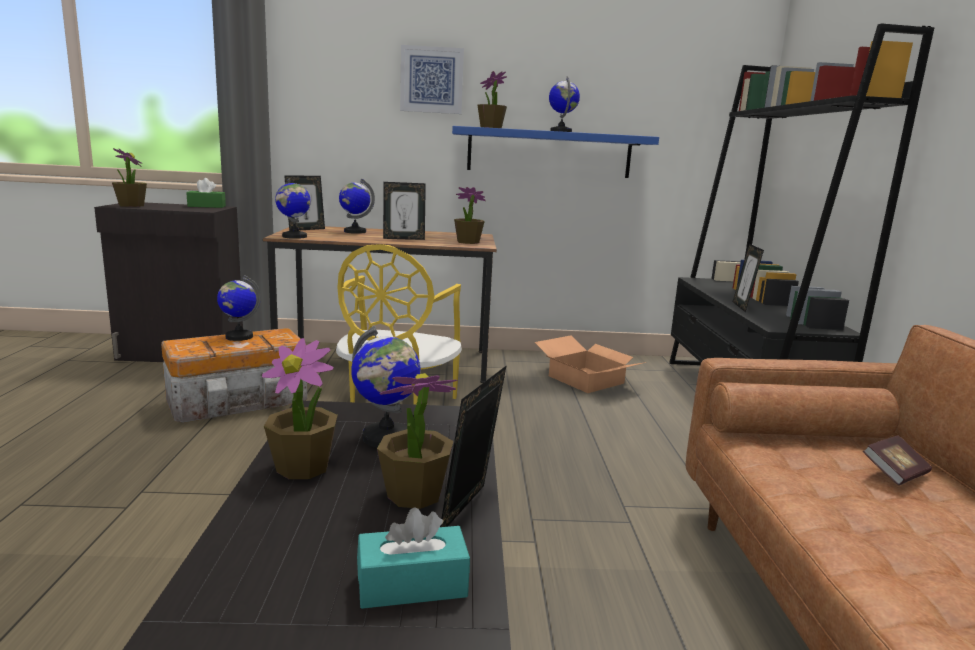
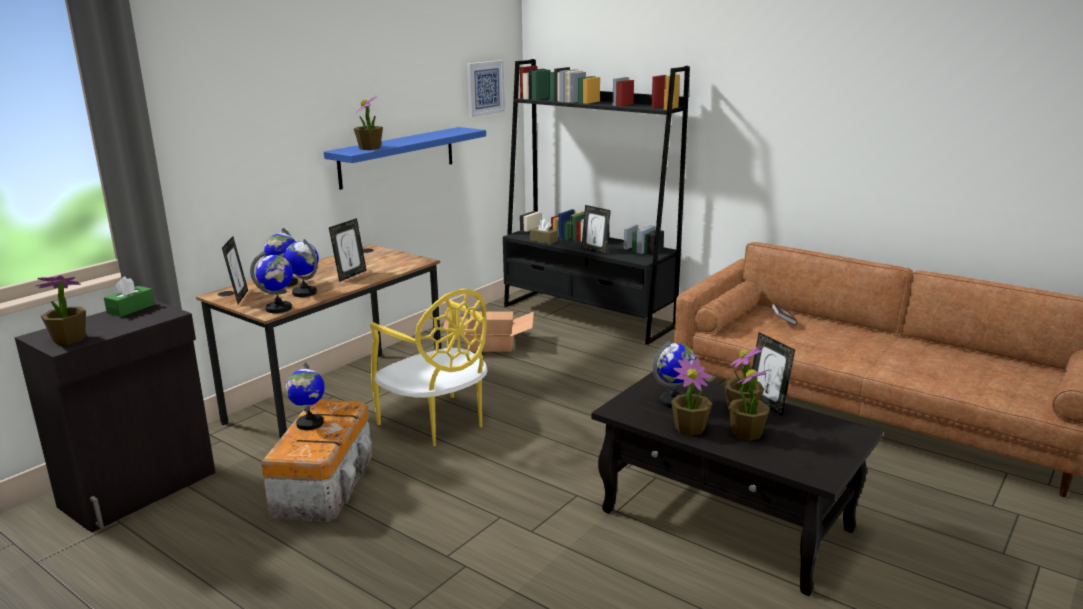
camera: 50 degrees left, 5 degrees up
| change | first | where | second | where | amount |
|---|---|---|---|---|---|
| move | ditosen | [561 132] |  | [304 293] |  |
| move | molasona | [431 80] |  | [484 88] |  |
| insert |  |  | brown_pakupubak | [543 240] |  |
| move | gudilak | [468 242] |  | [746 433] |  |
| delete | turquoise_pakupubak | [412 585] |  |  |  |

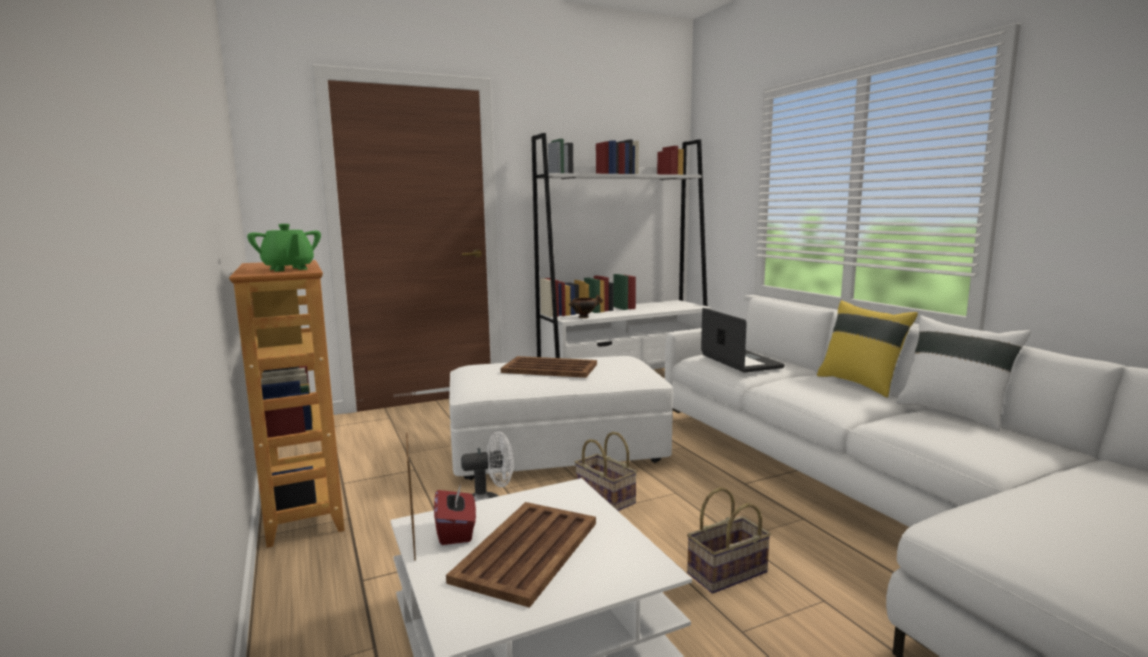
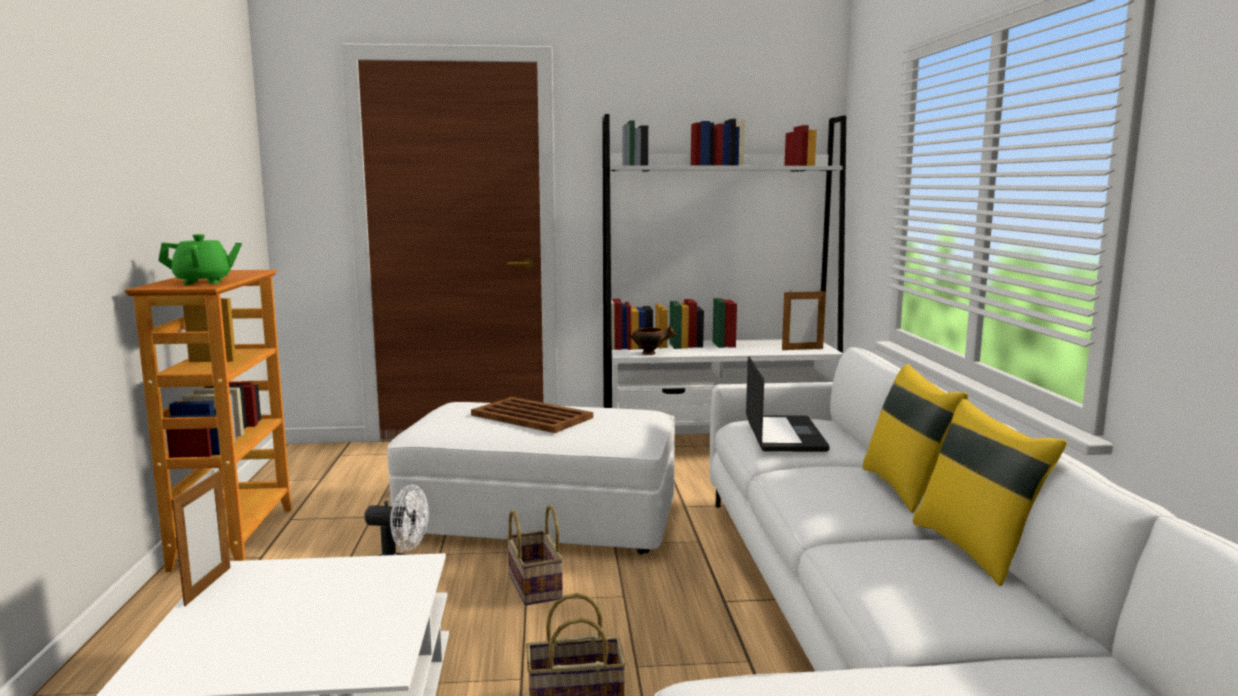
camera: 20 degrees right, 0 degrees up
| change | first | where | second | where | amount |
|---|---|---|---|---|---|
| rotate | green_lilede | [288 269] |  | [203 282] | 90 degrees counterclockwise |
| insert |  |  | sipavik | [802 349] |  |
| recolor | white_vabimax | [953 413] | yellow_vabimax | [977 550] |  |
| delete | red_pakupubak | [456 531] |  |  |  |
| delete | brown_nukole | [528 550] |  |  |  |

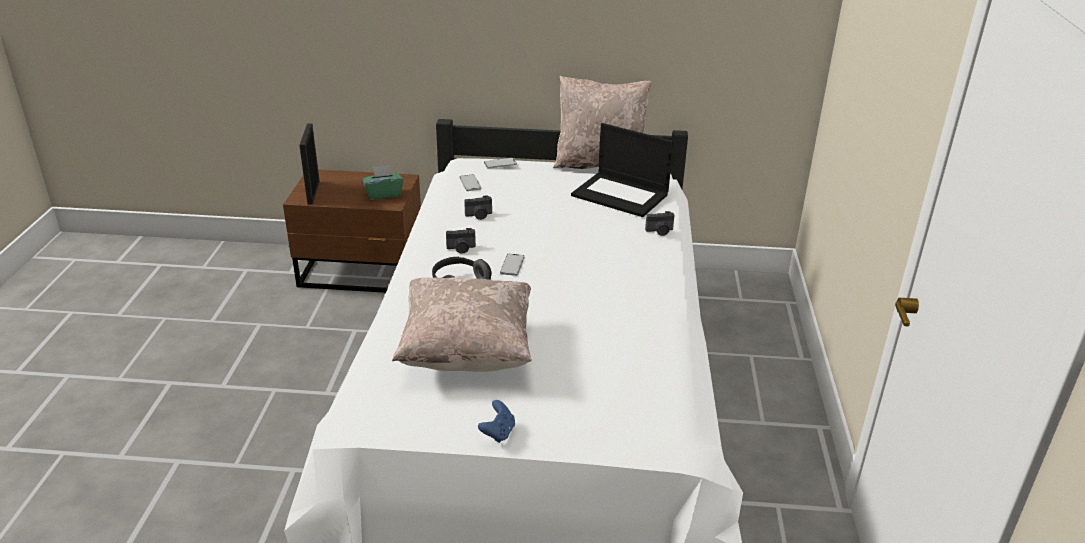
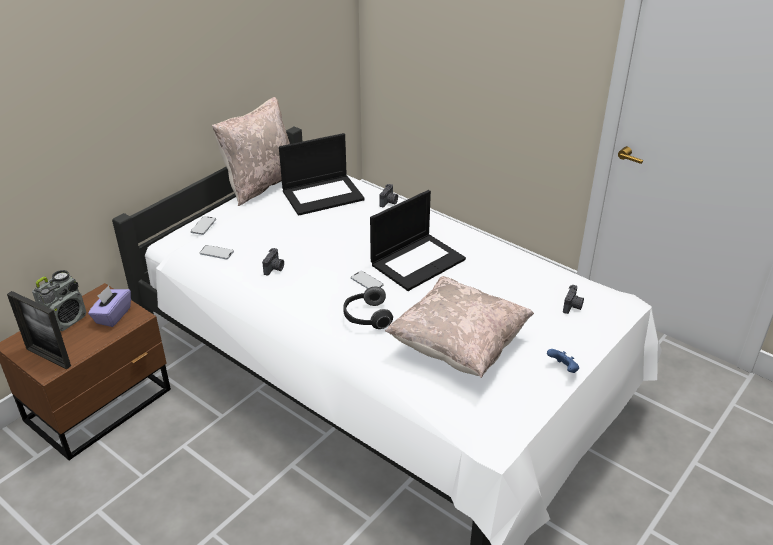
camera: 55 degrees left, 5 degrees up
| change | first | where | second | where | amount |
|---|---|---|---|---|---|
| insert |  |  | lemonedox | [66 320] |  |
| recolor | green_pakupubak | [383 194] | purple_pakupubak | [112 315] |  |
| insert |  |  | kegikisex | [418 261] |  |
| move | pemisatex | [461 249] |  | [572 306] |  |

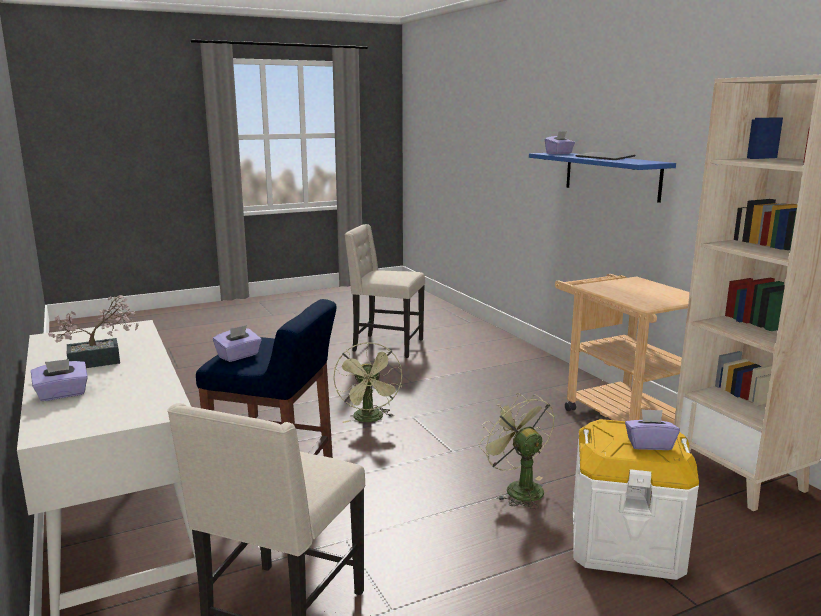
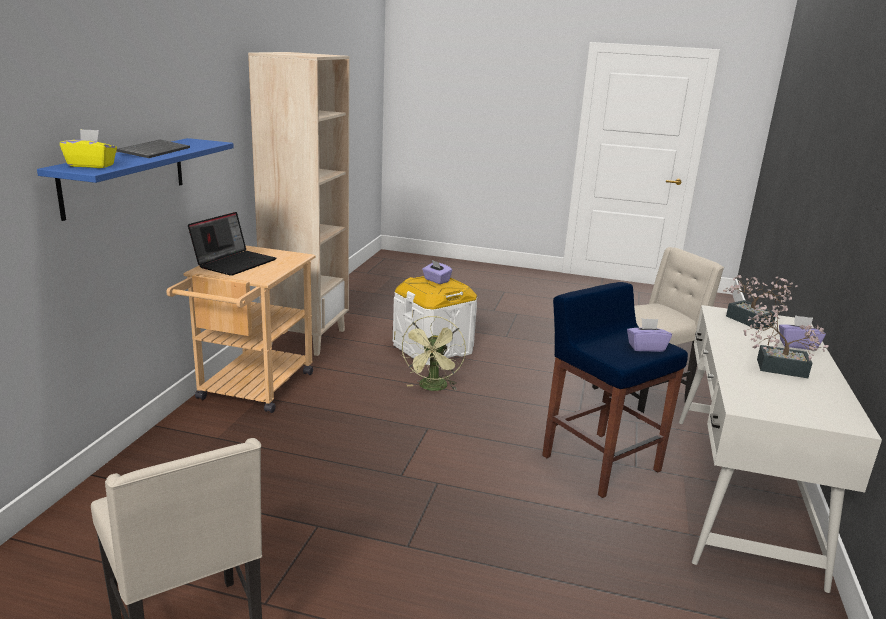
camera: 140 degrees left, 5 degrees up
| change | first | where | second | where | amount |
|---|---|---|---|---|---|
| recolor | purple_pakupubak | [559 153] | yellow_pakupubak | [91 165] |  |
| insert |  |  | kegikisex | [235 262] |  |
| insert |  |  | gudilak | [753 323] |  |
| delete | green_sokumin | [370 419] |  |  |  |

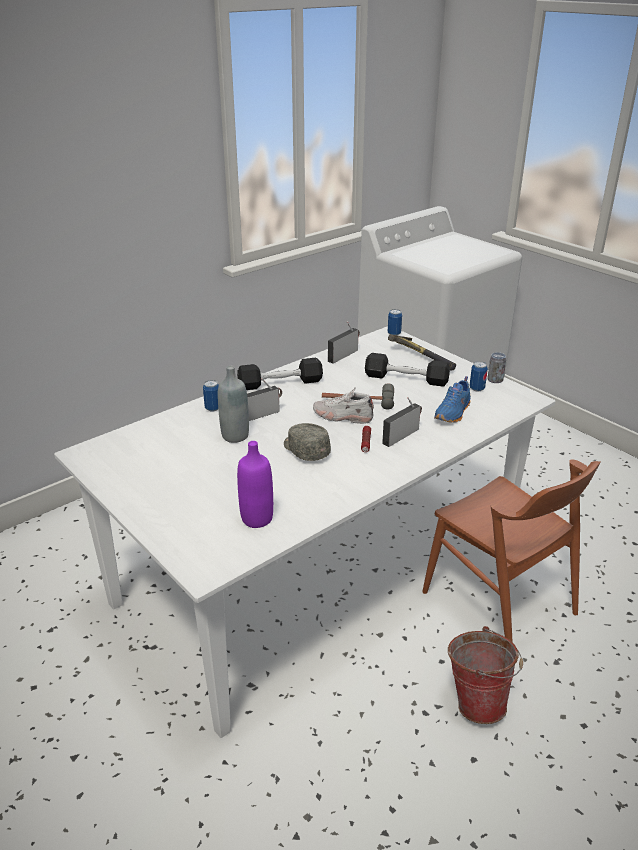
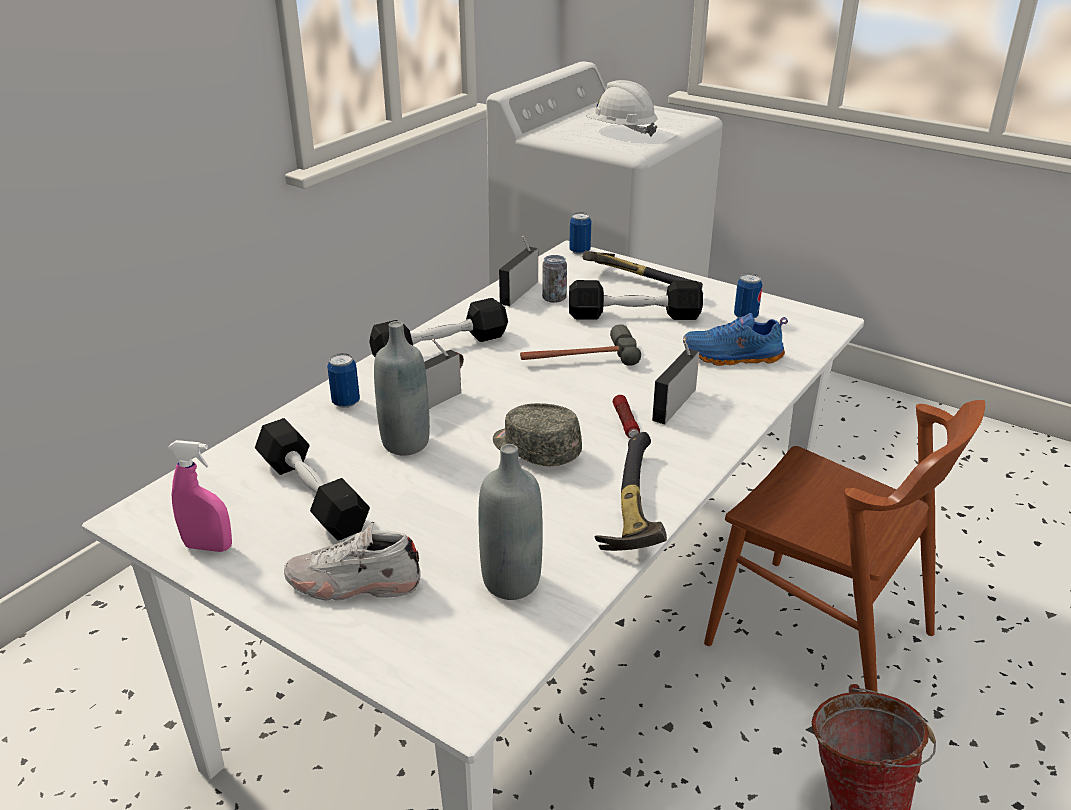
camera: 15 degrees left, 0 degrees up
| change | first | where | second | where | amount |
|---|---|---|---|---|---|
| insert |  |  | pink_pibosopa | [208 546] |  |
| insert |  |  | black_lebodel | [312 495] |  |
| move | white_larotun | [342 416] |  | [353 584] |  |
| recolor | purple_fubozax | [257 519] | grey_fubozax | [511 582] |  |
| move | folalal | [495 380] |  | [554 298] |  |
| insert |  |  | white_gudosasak | [621 131] |  |
| insert |  |  | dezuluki | [629 507] |  |
| rotate | blue_larotun | [453 413] |  | [732 357] | 75 degrees clockwise |

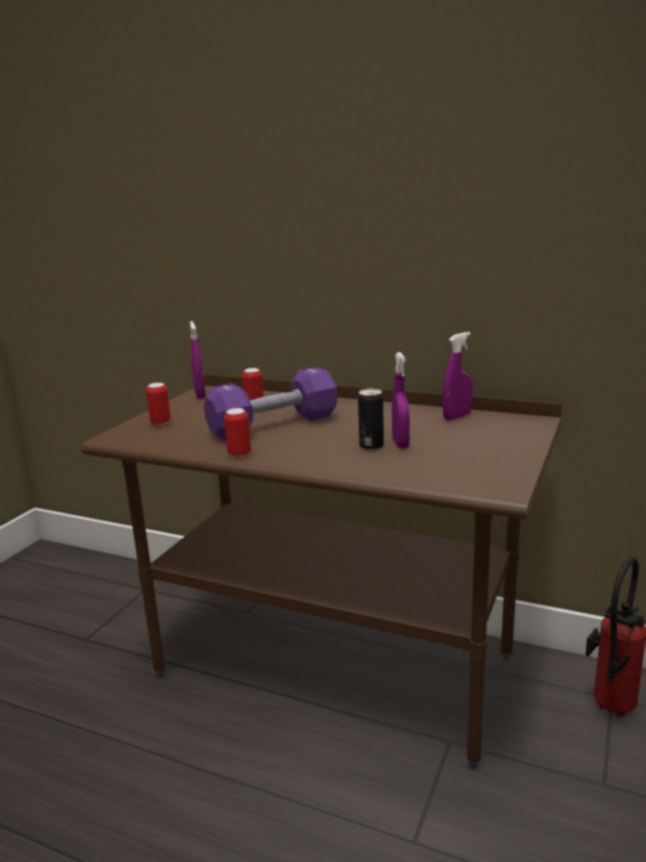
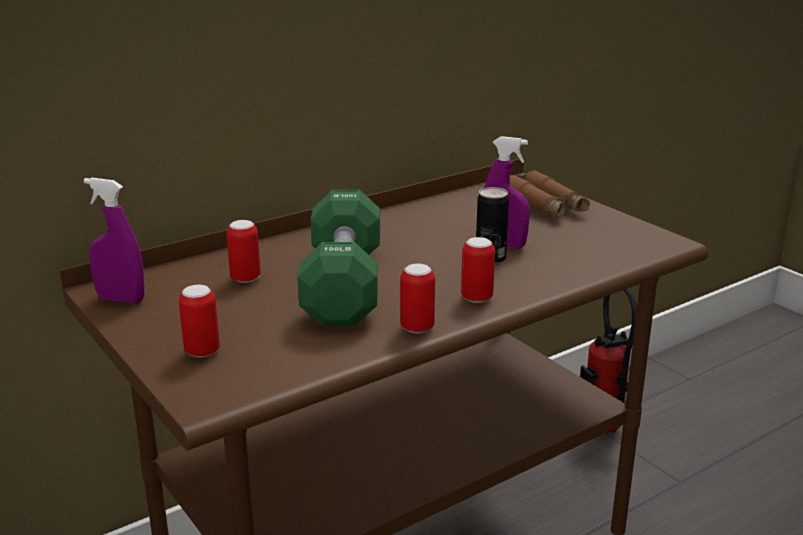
camera: 60 degrees left, 5 degrees up
| change | first | where | second | where | amount |
|---|---|---|---|---|---|
| recolor | purple_lebodel | [274 425] | green_lebodel | [343 285] |  |
| insert |  |  | folalal | [476 298] |  |
| insert |  |  | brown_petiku | [545 207] |  |
| delete | purple_pibosopa | [457 417] |  |  |  |

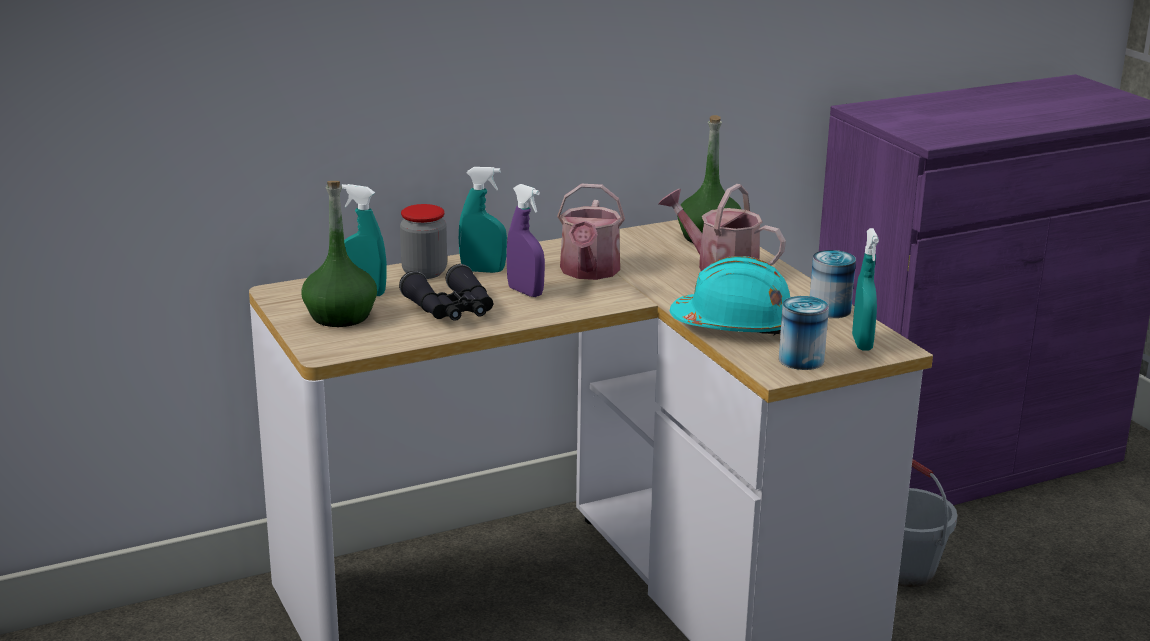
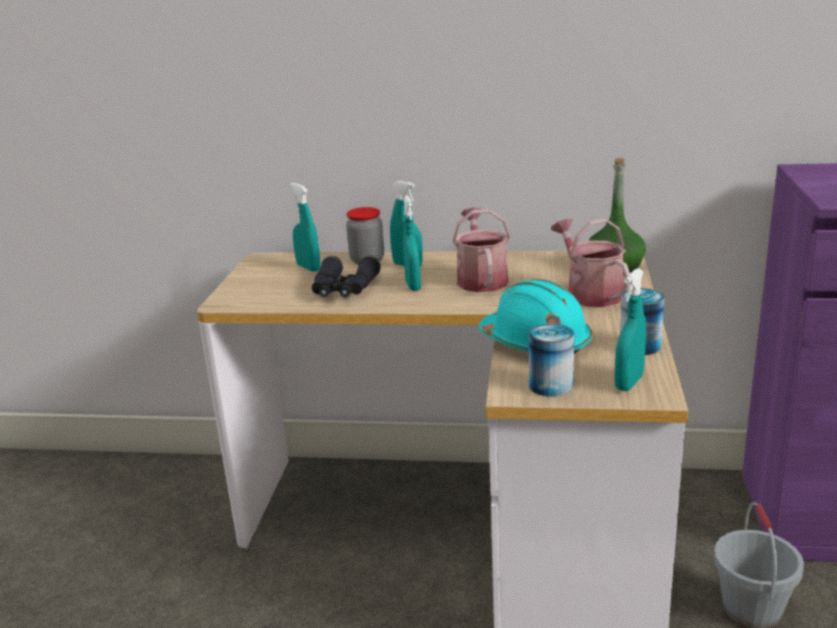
camera: 35 degrees right, 0 degrees up
| change | first | where | second | where | amount |
|---|---|---|---|---|---|
| recolor | purple_pibosopa | [525 292] | turquoise_pibosopa | [413 286] |  |
| rotate | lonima | [589 272] |  | [481 279] | 135 degrees clockwise |
| delete | green_fubozax | [340 316] |  |  |  |

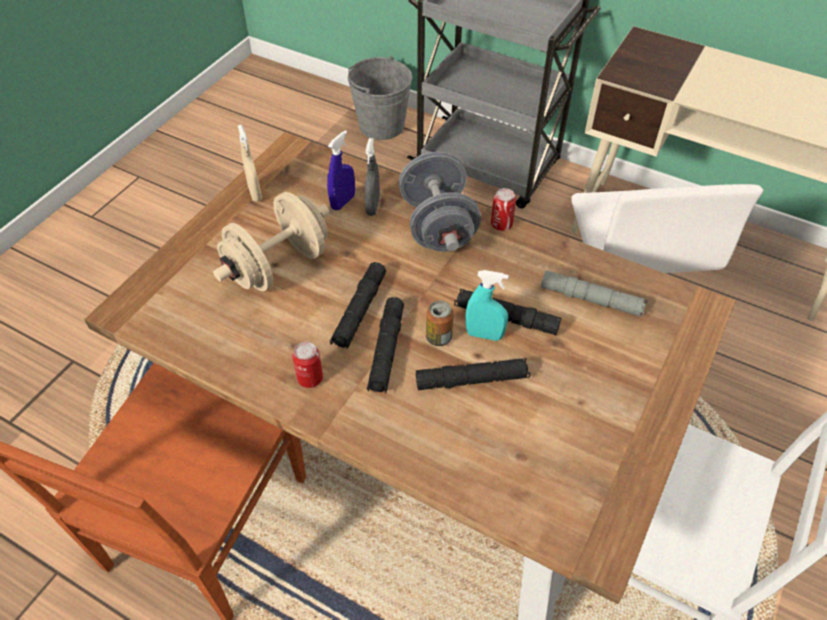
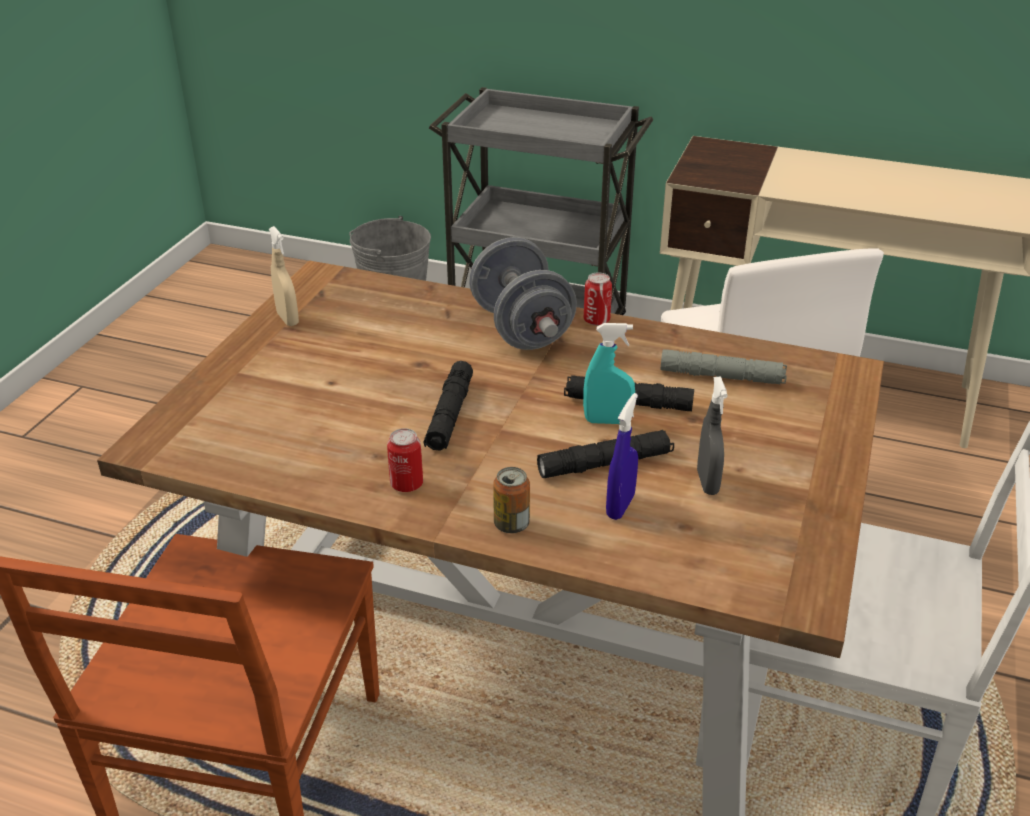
camera: 10 degrees left, 15 degrees down
| change | first | where | second | where | amount |
|---|---|---|---|---|---|
| move | folalal | [439 337] |  | [511 524] |  |
| move | blue_pibosopa | [343 202] |  | [620 506] |  |
| move | grey_pibosopa | [373 206] |  | [707 482] |  |
| delete | beige_lebodel | [278 266] |  |  |  |
| delete | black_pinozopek | [386 350] |  |  |  |

